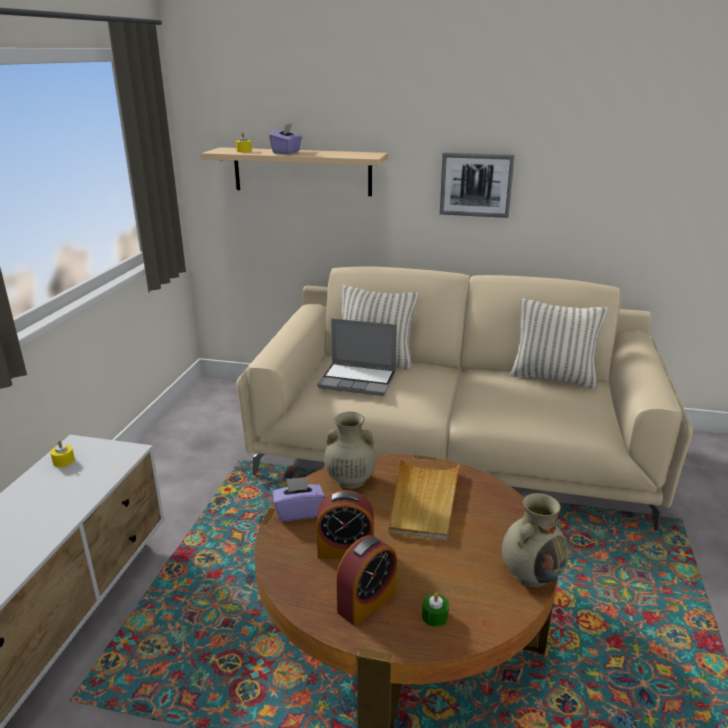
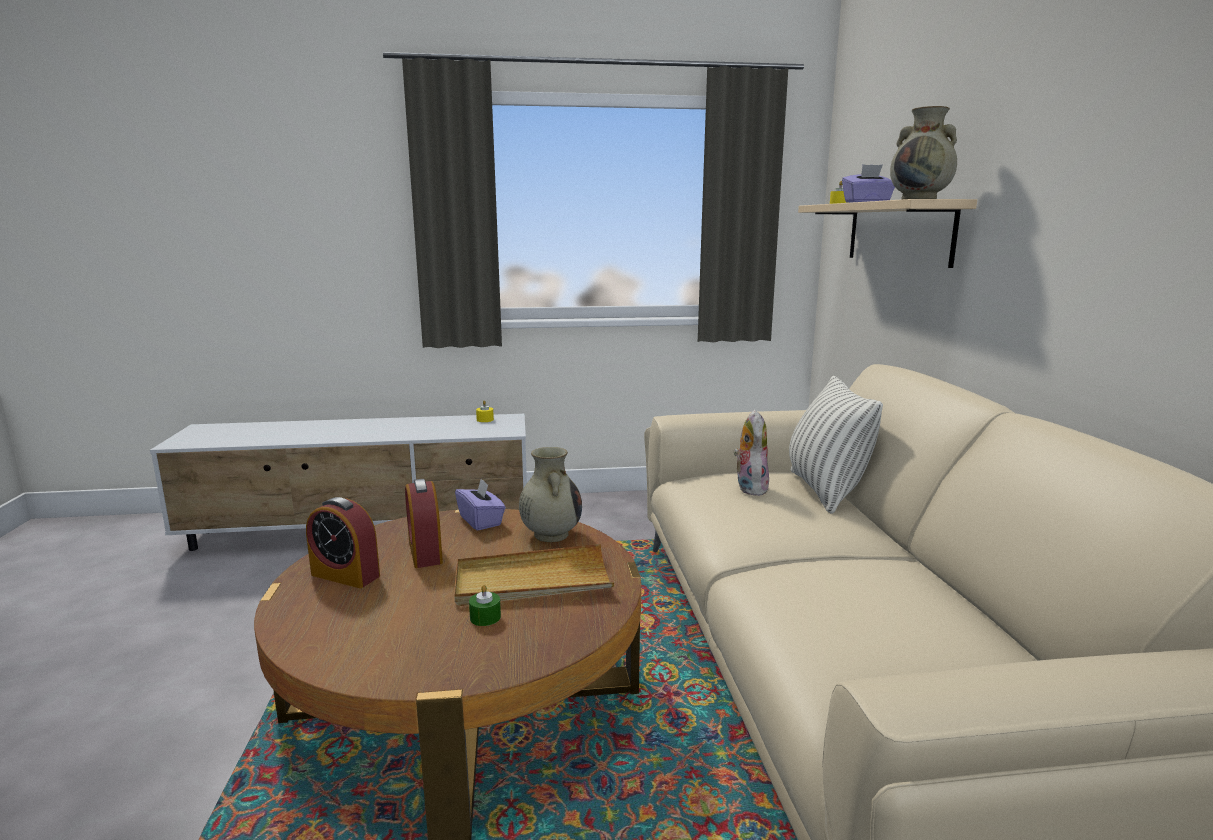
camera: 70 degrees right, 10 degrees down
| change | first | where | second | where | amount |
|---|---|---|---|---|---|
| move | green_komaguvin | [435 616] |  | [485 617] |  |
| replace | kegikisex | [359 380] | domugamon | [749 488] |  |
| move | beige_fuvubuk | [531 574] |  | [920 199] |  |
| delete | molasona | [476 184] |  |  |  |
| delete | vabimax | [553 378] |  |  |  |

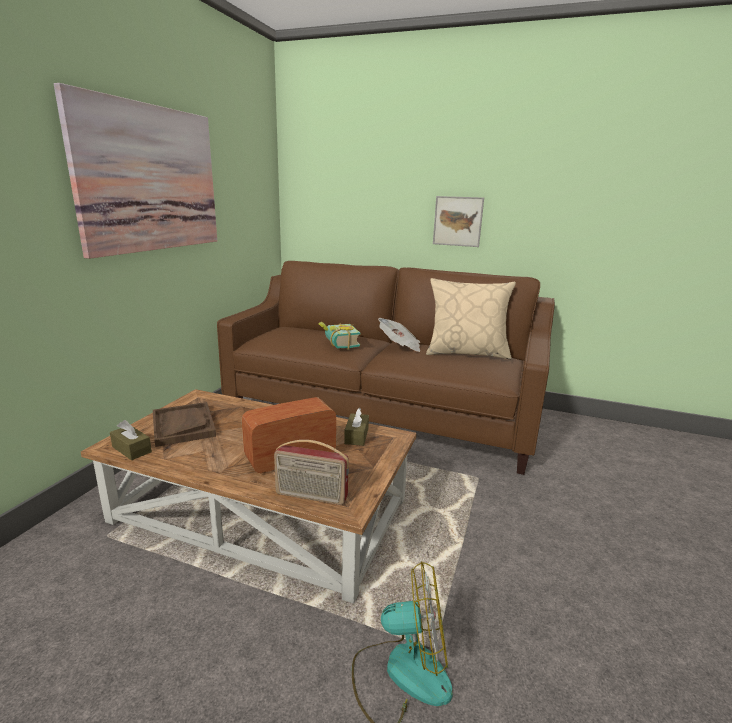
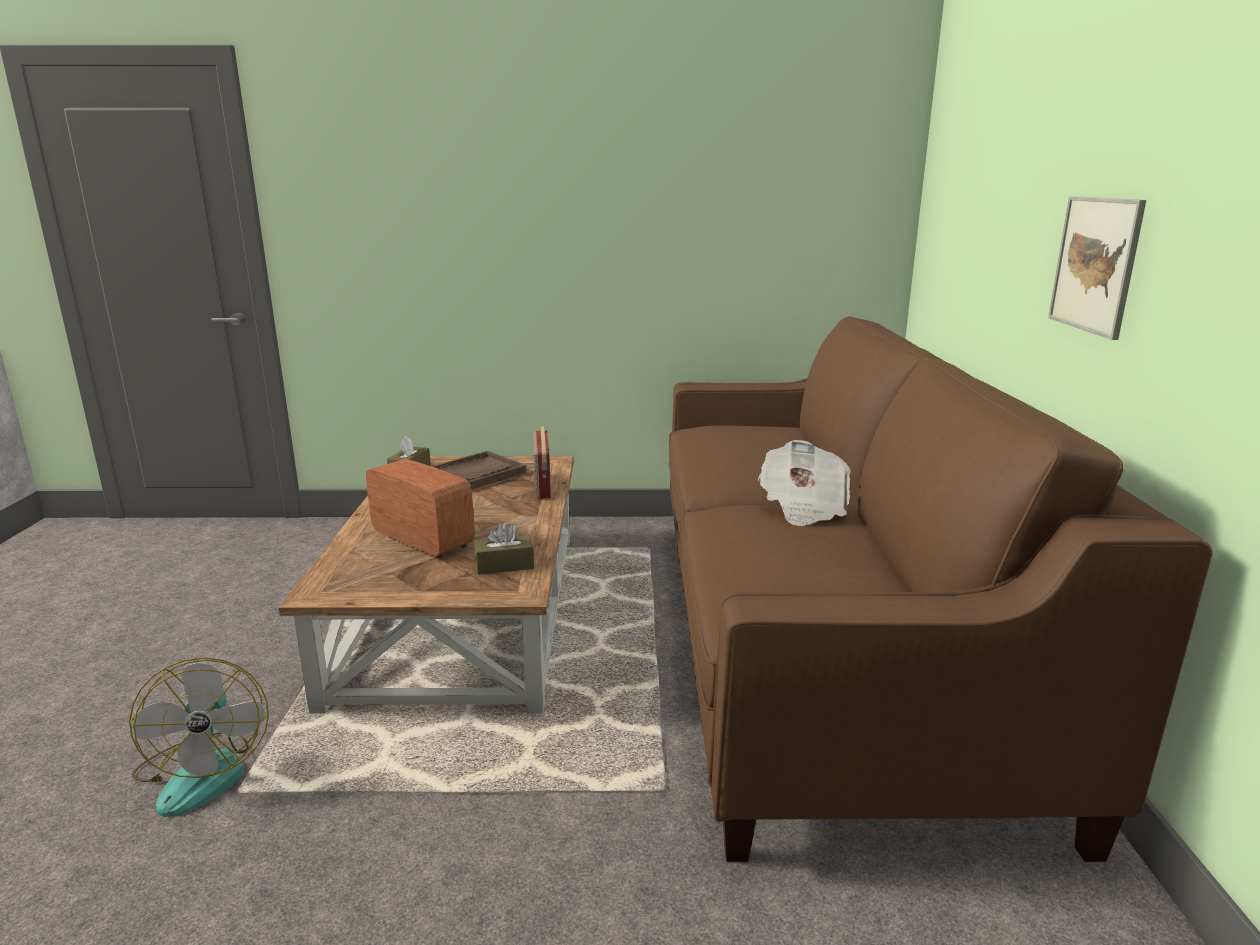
camera: 70 degrees right, 0 degrees up
| change | first | where | second | where | amount |
|---|---|---|---|---|---|
| move | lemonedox | [311 496] |  | [542 486] |  |
| delete | molasona | [150 179] |  |  |  |
| delete | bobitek | [338 345] |  |  |  |
| delete | beige_vabimax | [466 353] |  |  |  |

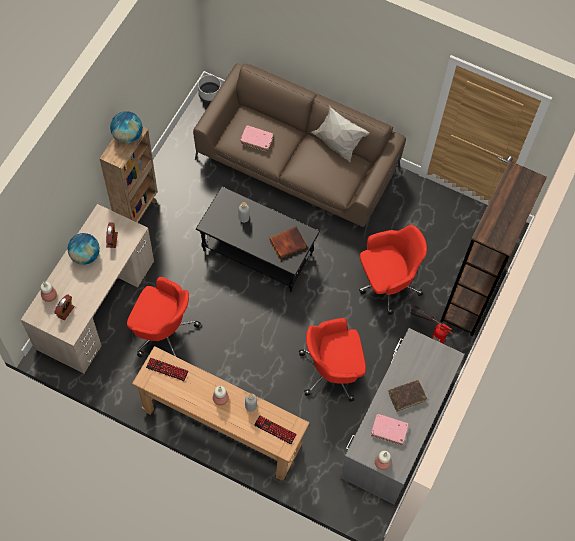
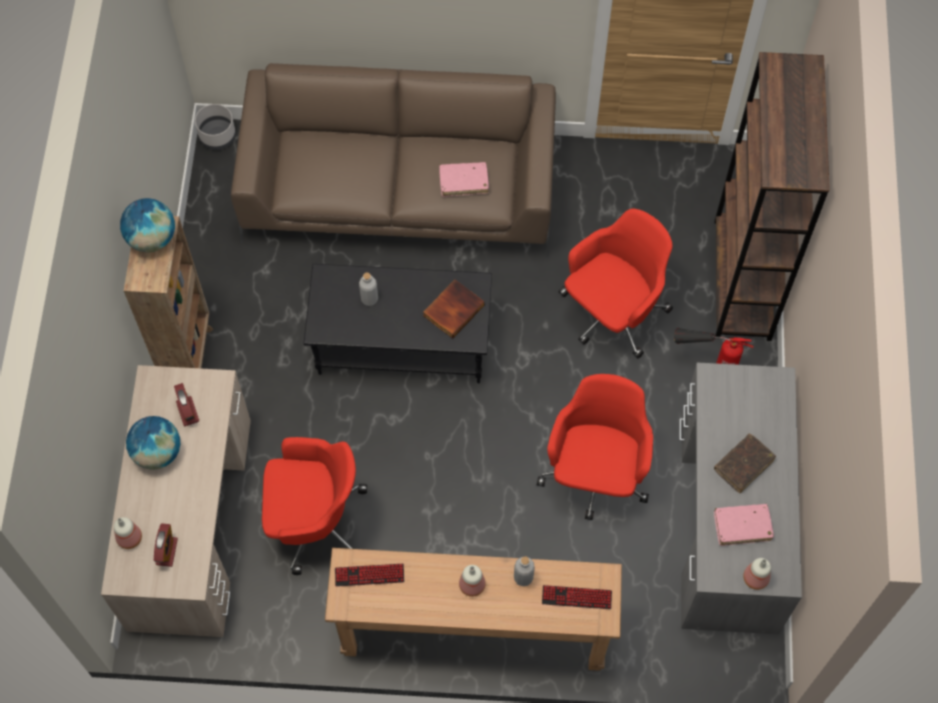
camera: 20 degrees left, 0 degrees up
| change | first | where | second | where | amount |
|---|---|---|---|---|---|
| move | pink_bobitek | [256 140] |  | [464 182] |  |
| rotate | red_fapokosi | [332 370] |  | [595 474] | 135 degrees clockwise |
| delete | white_vabimax | [337 146] |  |  |  |

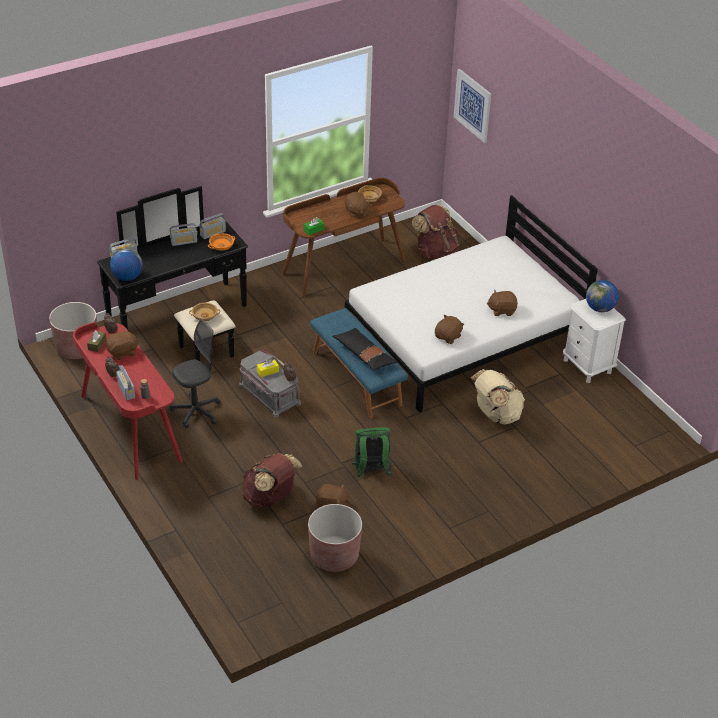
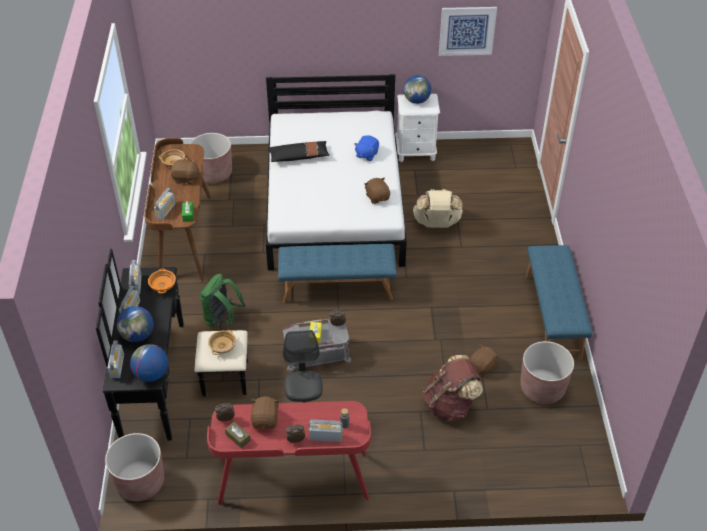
camera: 60 degrees left, 5 degrees up
| change | first | where | second | where | amount |
|---|---|---|---|---|---|
| insert |  |  | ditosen | [138 335] |  |
| insert |  |  | lemonedox | [165 210] |  |
| replace | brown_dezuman | [435 252] | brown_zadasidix | [214 173] |  |
| move | green_dezuman | [371 471] |  | [222 319] |  |
| move | black_vabimax | [364 355] |  | [299 157] |  |
| recolor | brown_domugamon | [502 310] | blue_domugamon | [366 154] |  |
| move | molasona | [473 105] |  | [467 31] |  |
| insert |  |  | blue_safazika | [553 315] |  |

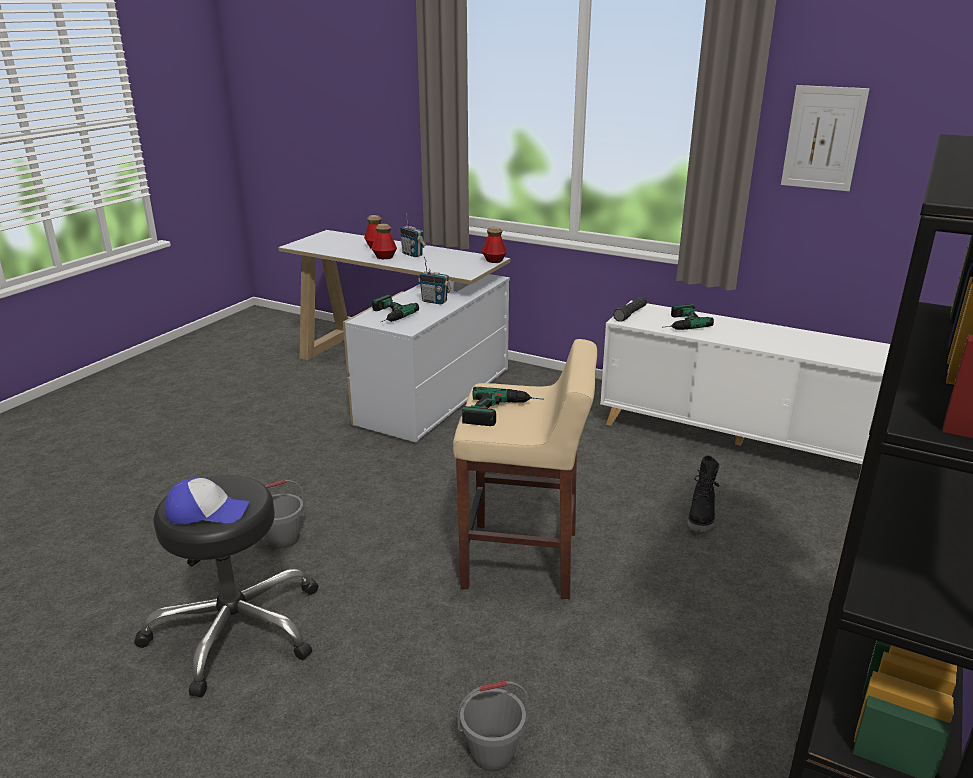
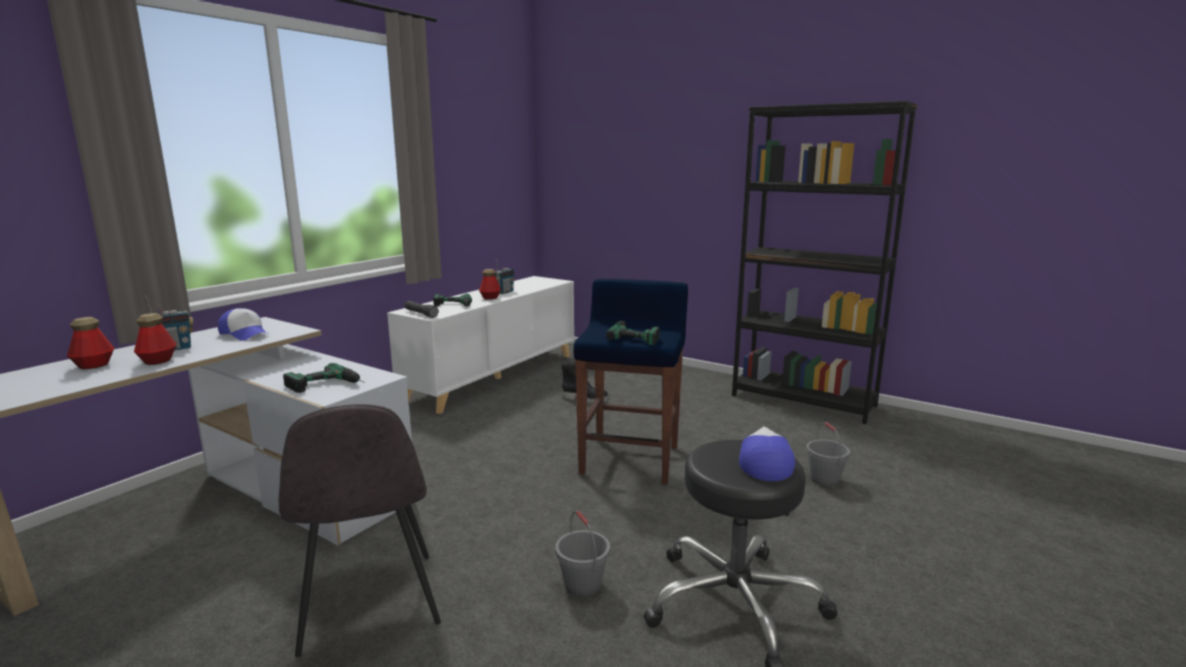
camera: 85 degrees left, 10 degrees down
| change | first | where | second | where | amount |
|---|---|---|---|---|---|
| insert |  |  | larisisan | [245 334] |  |
| insert |  |  | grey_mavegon | [369 605] |  |
| move | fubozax | [494 260] |  | [490 298] |  |
| move | lemonedox | [434 301] |  | [504 292] |  |
| recolor | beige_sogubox | [523 560] | blue_sogubox | [631 459] |  |
| delete | molasona | [823 138] |  |  |  |

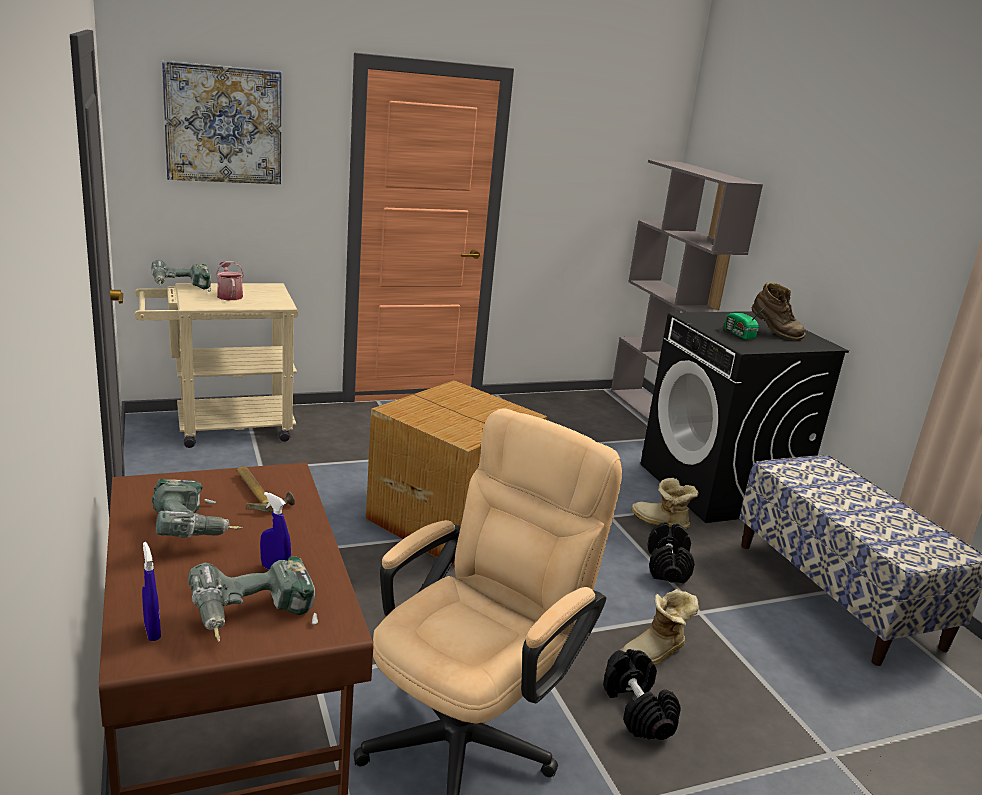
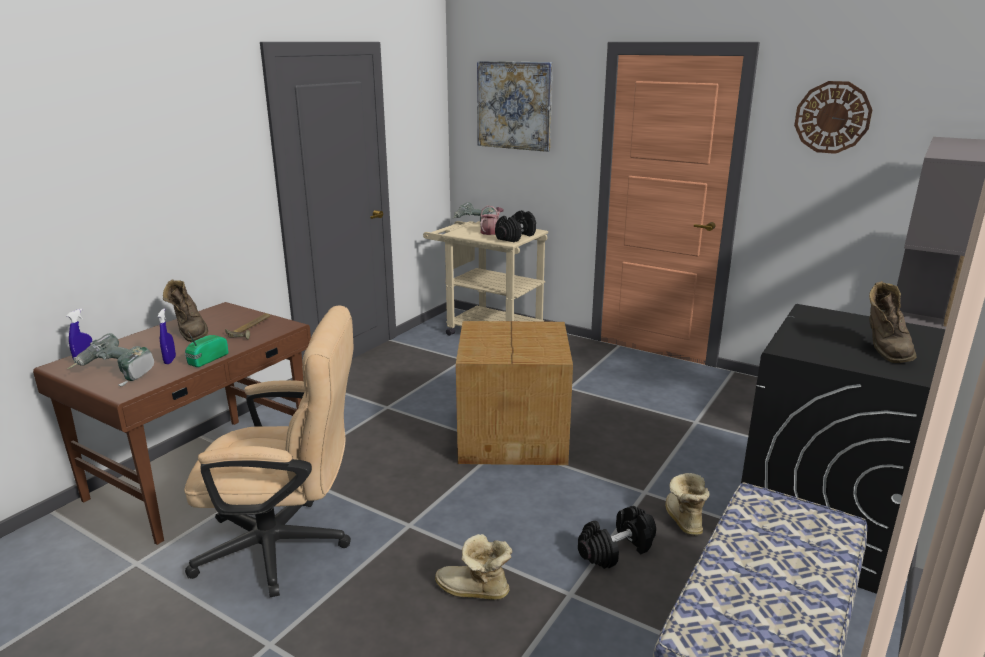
camera: 55 degrees right, 0 degrees up
| change | first | where | second | where | amount |
|---|---|---|---|---|---|
| replace | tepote | [192 530] | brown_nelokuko | [190 332] |  |
| move | lemonedox | [739 334] |  | [206 359] |  |
| move | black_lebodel | [636 709] |  | [515 237] |  |
| insert |  |  | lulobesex | [832 117] |  |

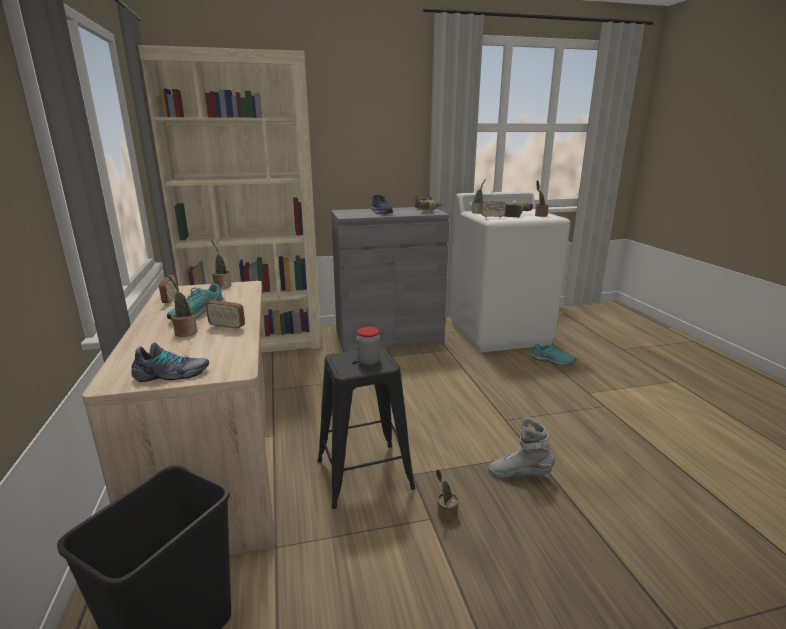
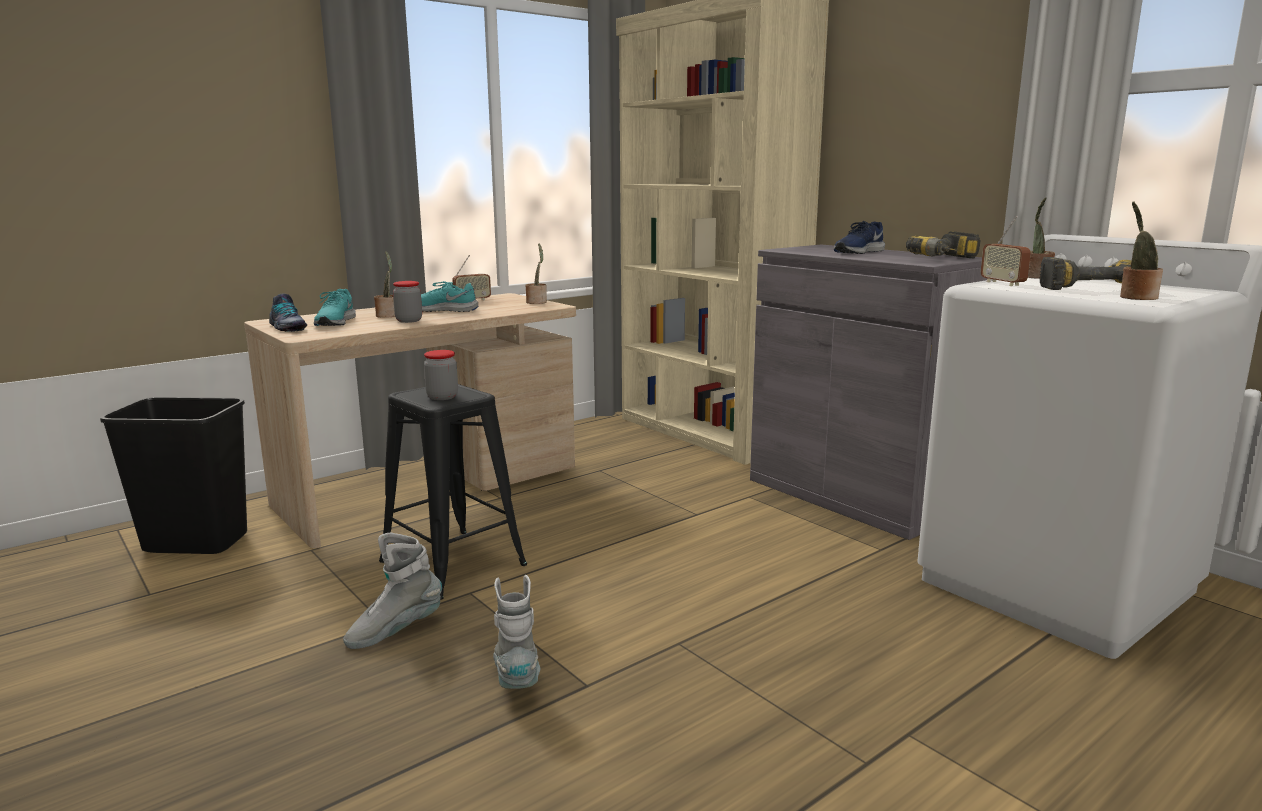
camera: 65 degrees right, 5 degrees down
| change | first | where | second | where | amount |
|---|---|---|---|---|---|
| move | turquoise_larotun | [553 360] |  | [334 322] |  |
| replace | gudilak | [445 514] | grey_nelokuko | [395 631] |  |
| replace | lemonedox | [227 327] | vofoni | [409 320] |  |

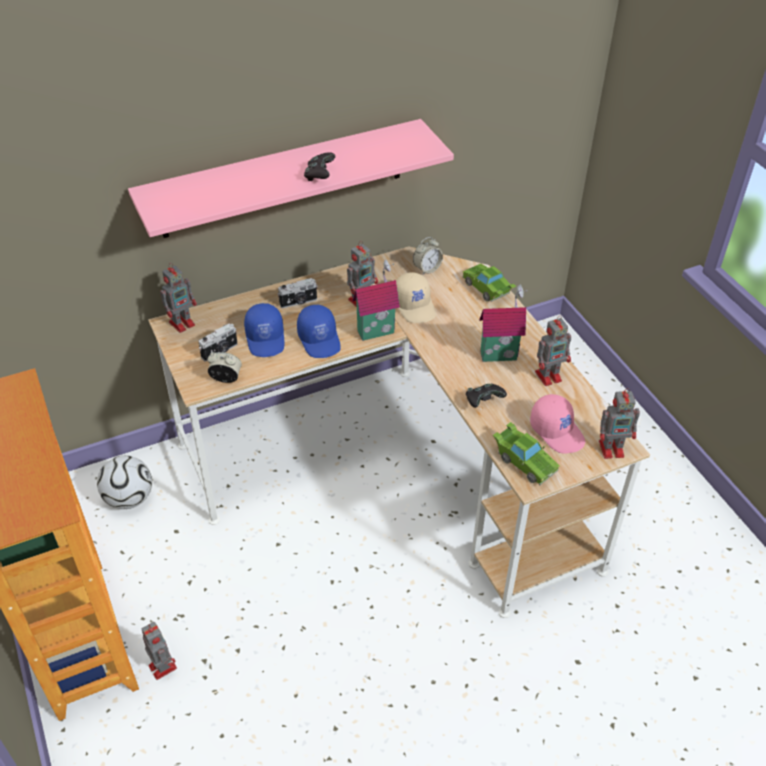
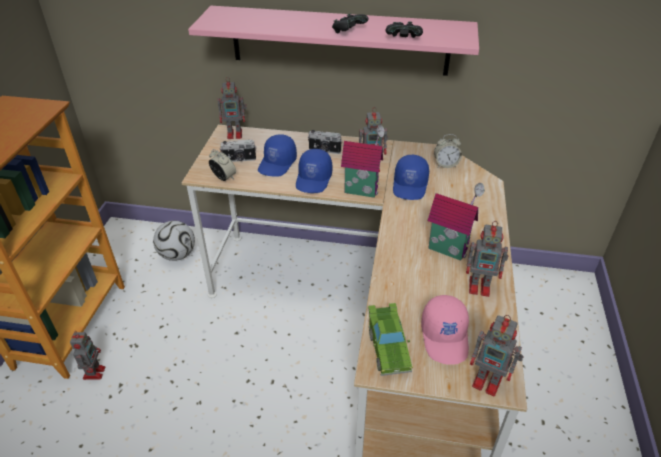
camera: 35 degrees right, 5 degrees down
| change | first | where | second | where | amount |
|---|---|---|---|---|---|
| move | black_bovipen | [483 401] |  | [403 39] |  |
| recolor | beige_larisisan | [415 306] | blue_larisisan | [410 186] |  |
| delete | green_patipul | [488 290] |  |  |  |

